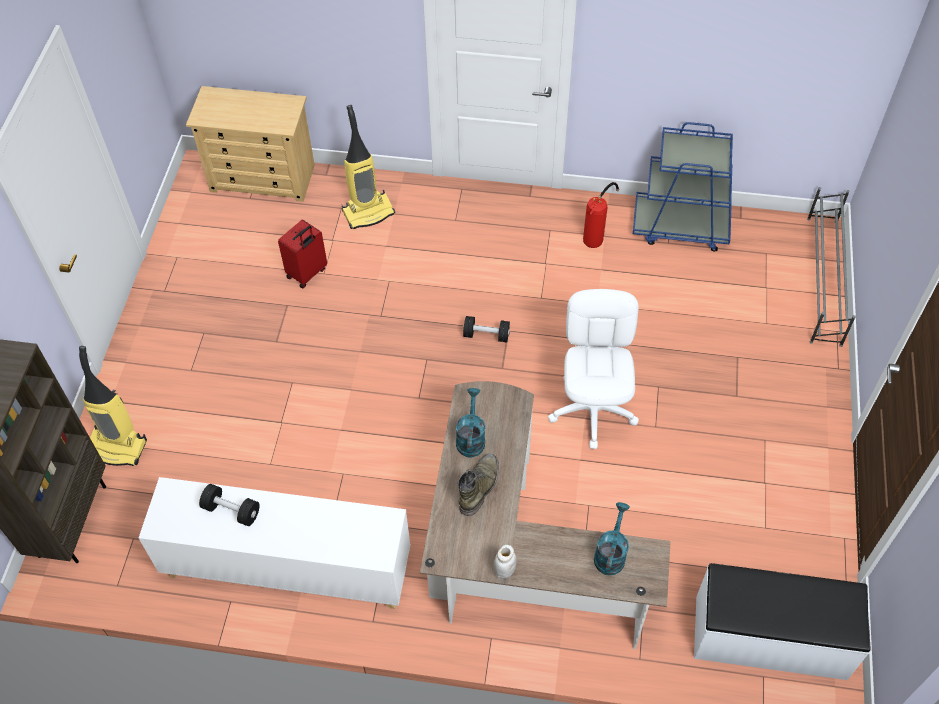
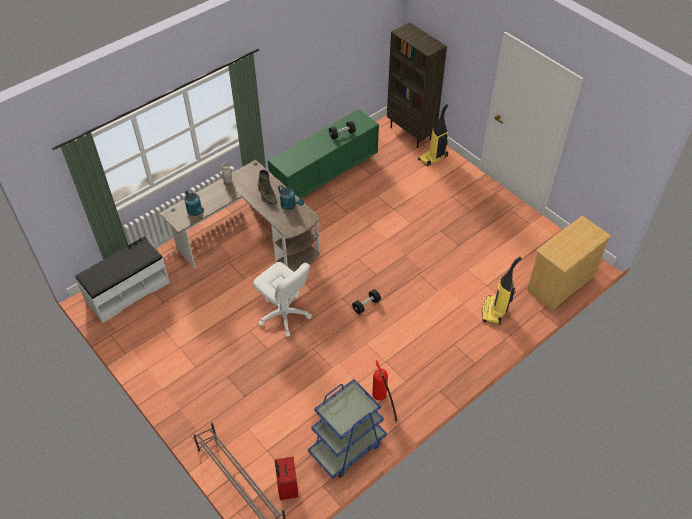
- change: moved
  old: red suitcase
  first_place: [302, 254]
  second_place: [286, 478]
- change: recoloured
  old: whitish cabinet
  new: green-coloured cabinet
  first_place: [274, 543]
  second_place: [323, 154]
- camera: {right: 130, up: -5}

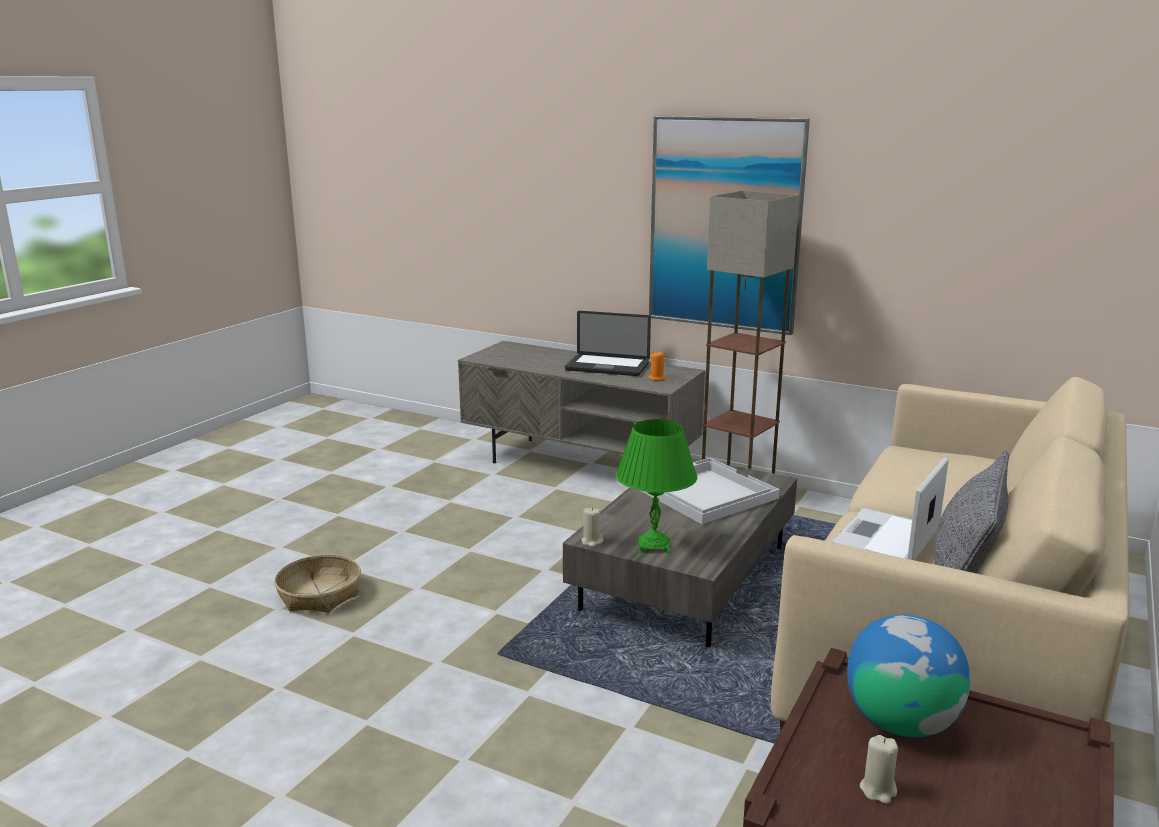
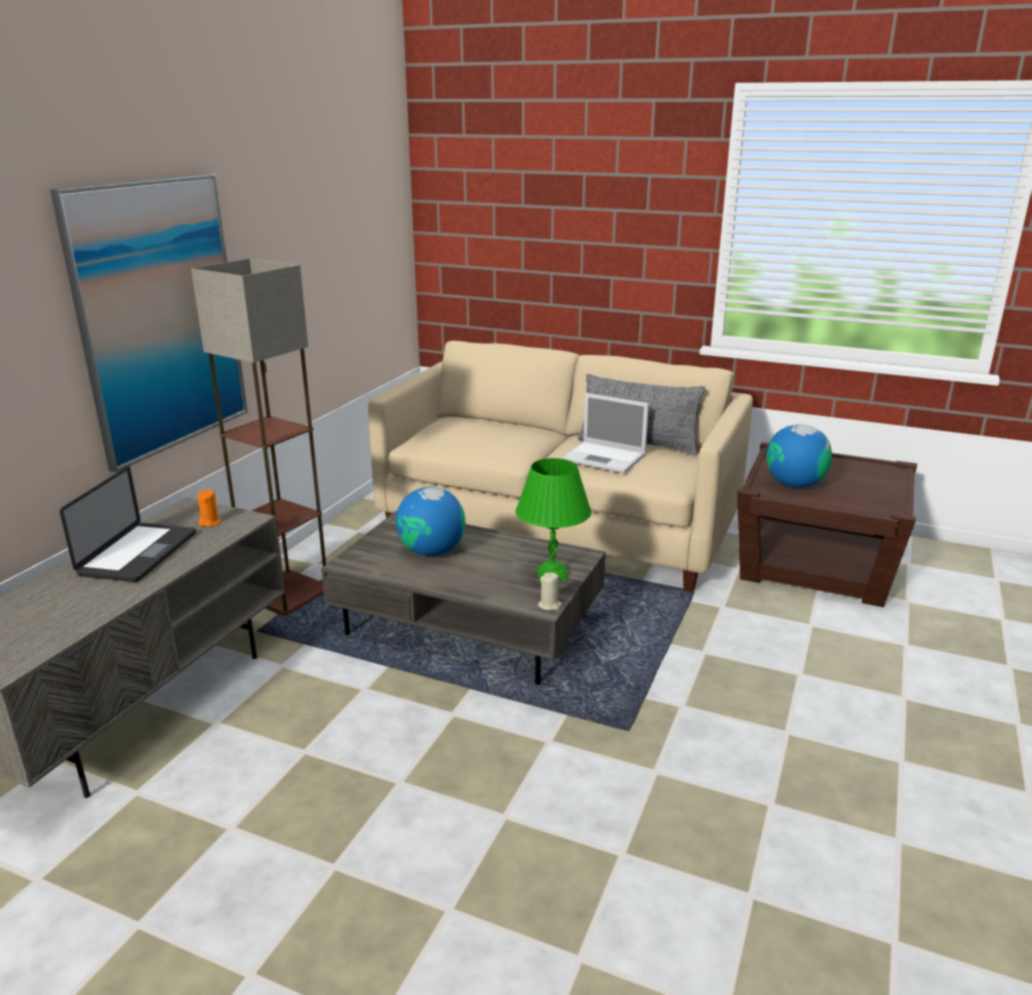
- change: removed
  old: household basket
  first_place: [317, 584]
- change: removed
  old: beige-coloured candle
  first_place: [879, 769]
- change: replaced
  old: whitish serving tray
  new: world globe
  first_place: [710, 491]
  second_place: [430, 521]
- camera: {right: -95, up: 5}

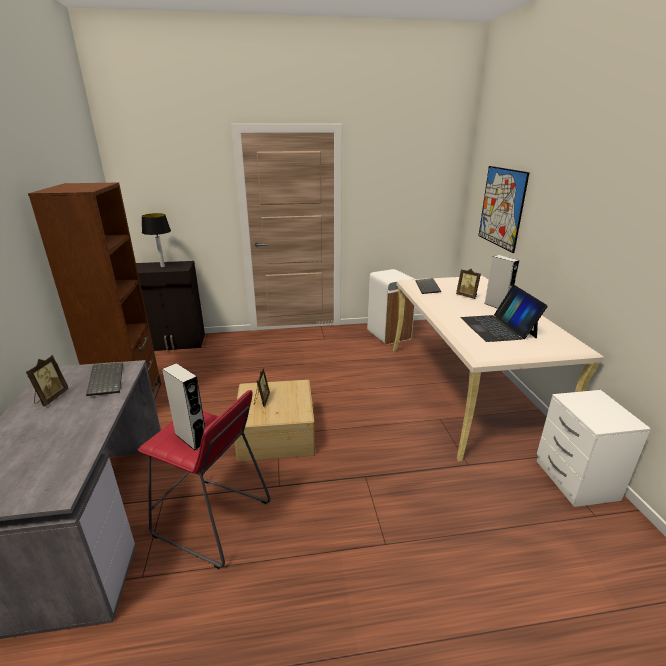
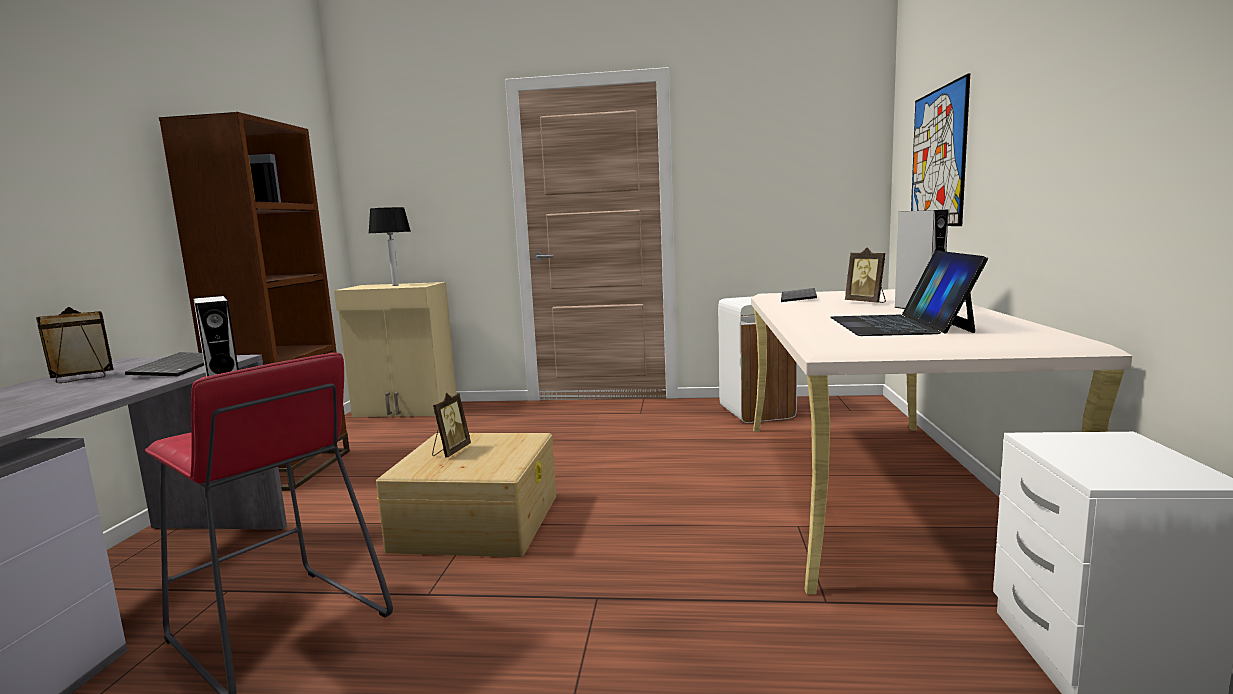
- change: recoloured
  old: black cabinet
  new: beige-coloured cabinet
  first_place: [170, 306]
  second_place: [395, 349]
- change: turned
  old: picture frame
  first_place: [47, 380]
  second_place: [75, 345]
  degrees: -150
- camera: {right: 15, up: -15}

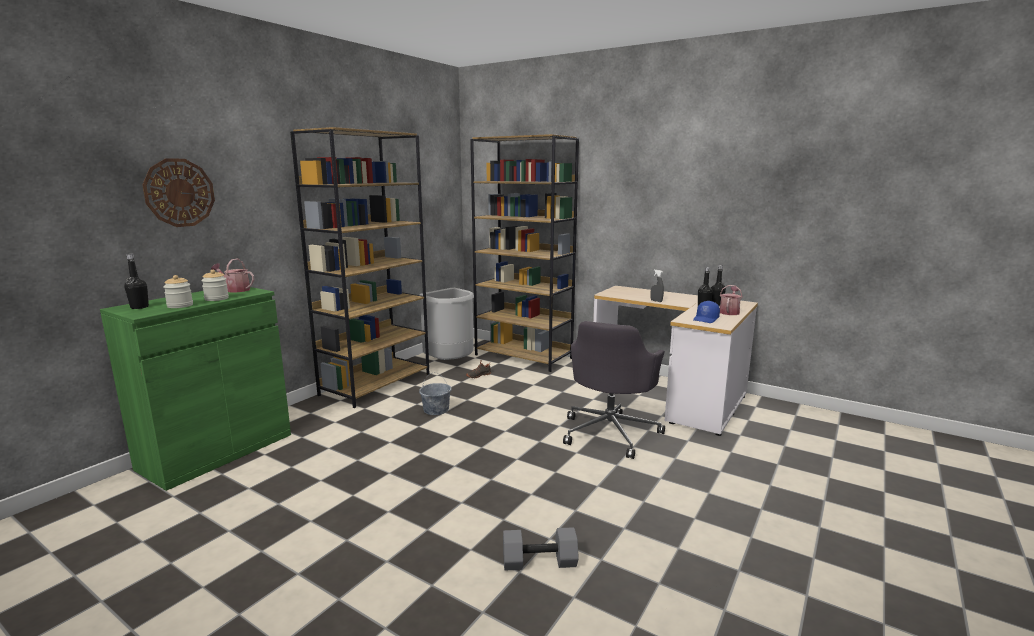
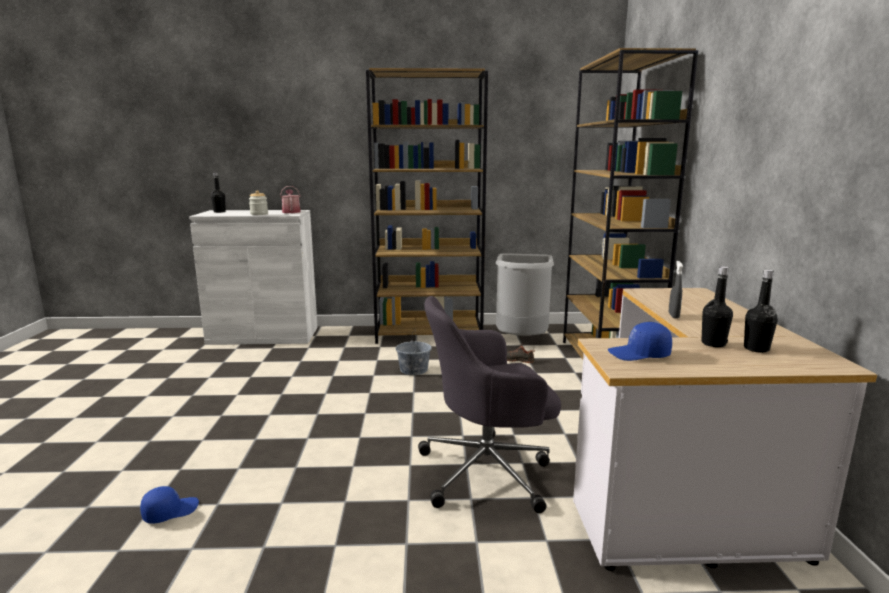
- change: removed
  old: hanging clock
  first_place: [178, 192]
- change: removed
  old: preserve jar
  first_place: [178, 291]
- change: removed
  old: watering can
  first_place: [731, 300]
- change: replaced
  old: gray dumbbell
  new: blue-coloured cap
  first_place: [541, 549]
  second_place: [169, 504]
- change: recoloured
  old: green-coloured cabinet
  new: whitish cabinet
  first_place: [195, 389]
  second_place: [253, 277]
- camera: {right: 55, up: 0}

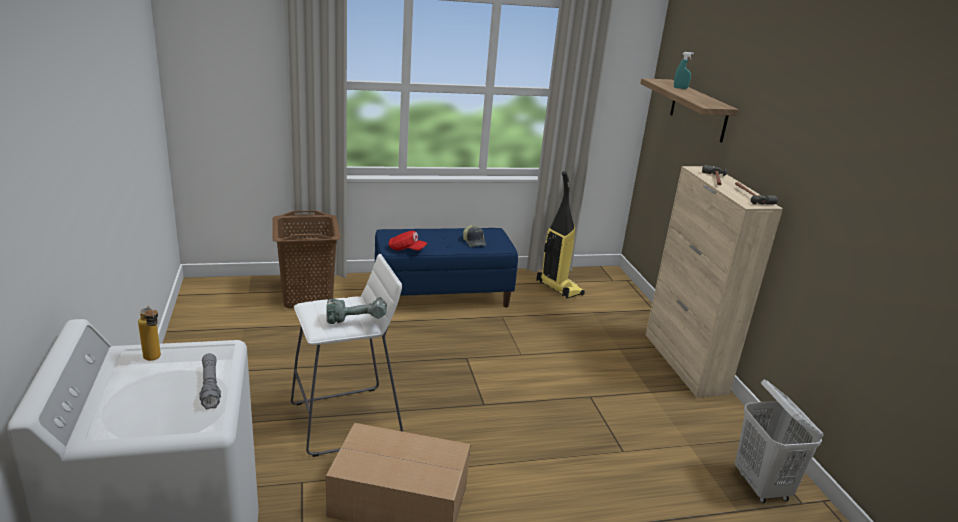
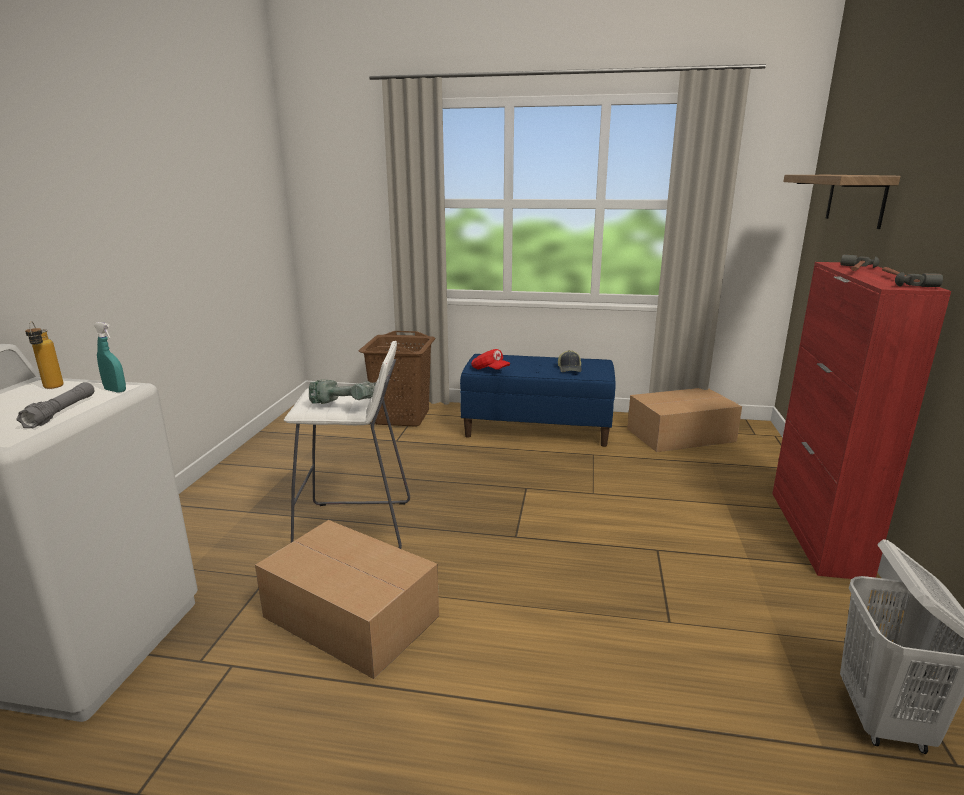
- change: moved
  old: blue-green sprayer
  first_place: [684, 70]
  second_place: [109, 357]
- change: replaced
  old: vacuum
  new: packing box
  first_place: [560, 234]
  second_place: [684, 420]
- change: recoloured
  old: beige-coloured cabinet
  new: red cabinet
  first_place: [714, 281]
  second_place: [861, 420]
- camera: {right: 25, up: -5}

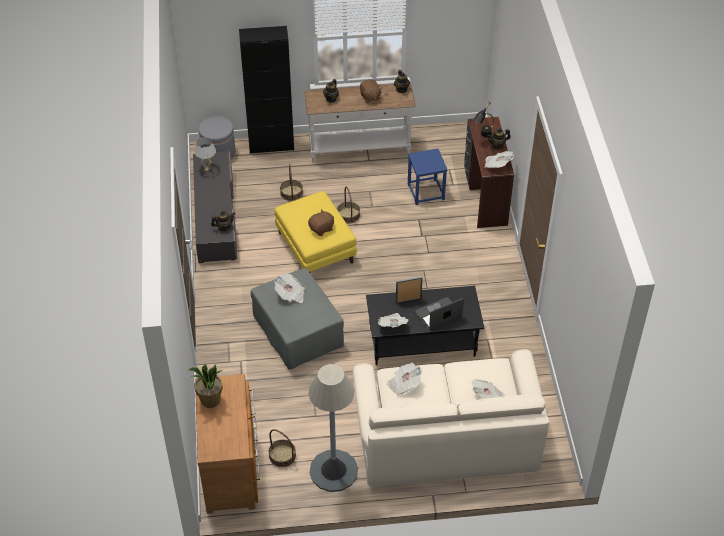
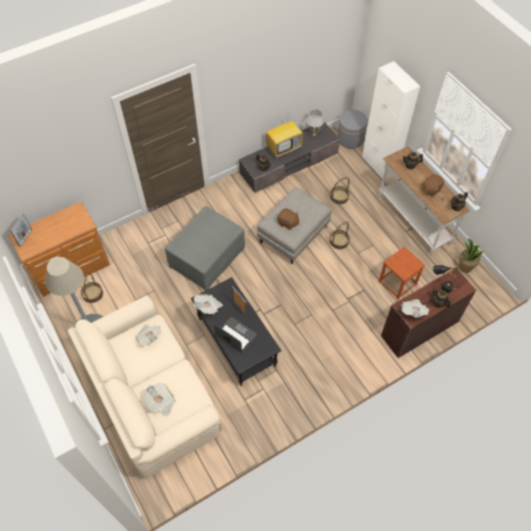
- change: removed
  old: daily paper
  first_place: [289, 288]
- change: added
  new: picture frame
  second_place: [21, 230]
- change: added
  new: TV
  second_place: [284, 138]
- change: moved
  old: plant in a pot
  first_place: [205, 386]
  second_place: [471, 256]
- change: recoloured
  old: black cabinet
  new: whitish cabinet
  first_place: [266, 90]
  second_place: [391, 120]
- change: recoloured
  old: yellow-coloured pouffe
  new: gray pouffe
  first_place: [315, 232]
  second_place: [294, 225]
- change: recoloured
  old: blue-coloured stool
  new: brown stool
  first_place: [427, 176]
  second_place: [402, 273]
- camera: {right: 65, up: 10}

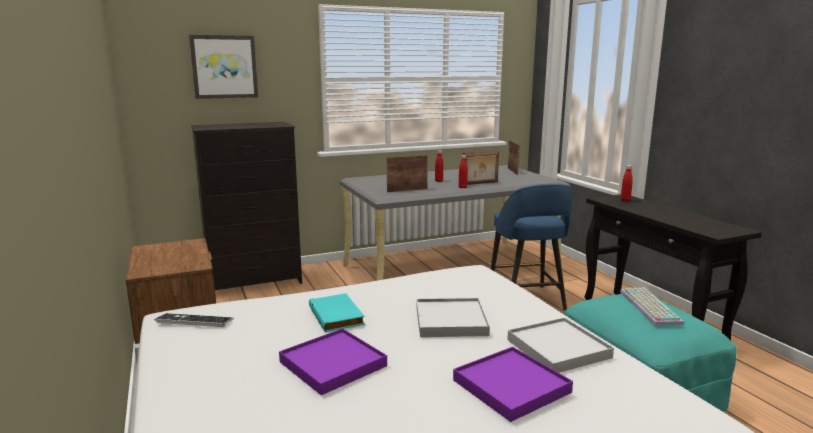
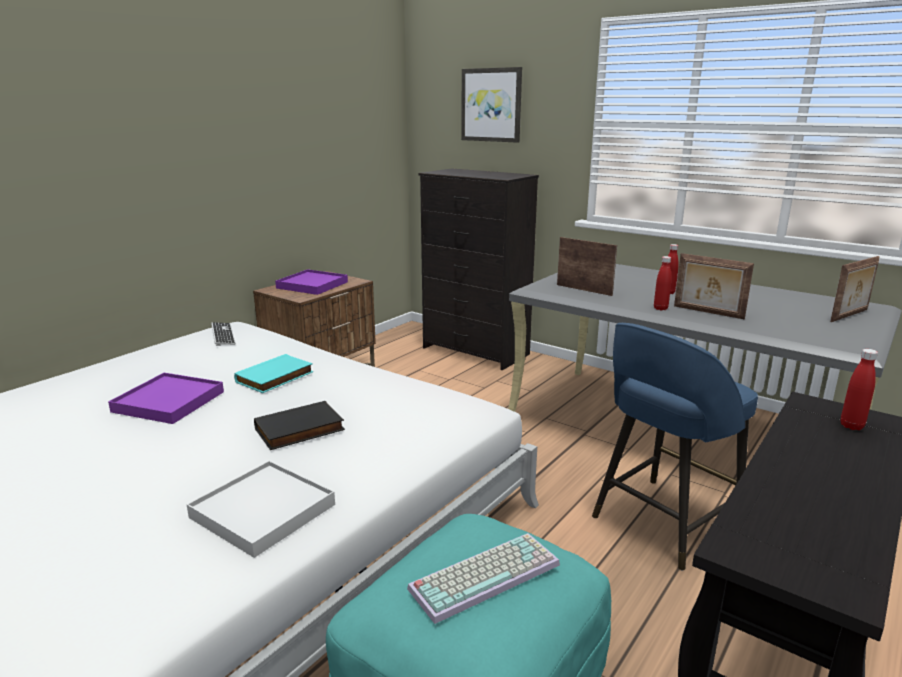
- change: moved
  old: purple-coloured serving tray
  first_place: [513, 384]
  second_place: [311, 282]
- change: replaced
  old: whitish serving tray
  new: black bound book
  first_place: [453, 317]
  second_place: [299, 425]
- camera: {right: 60, up: 5}

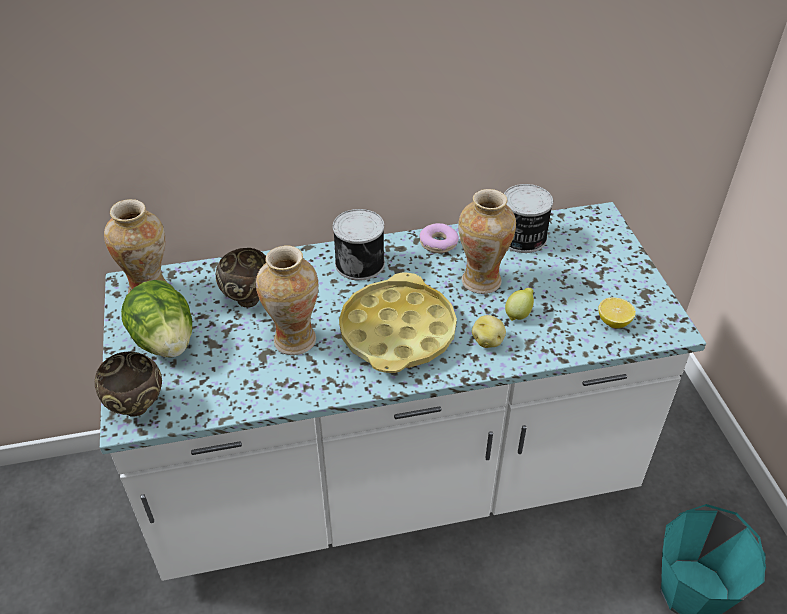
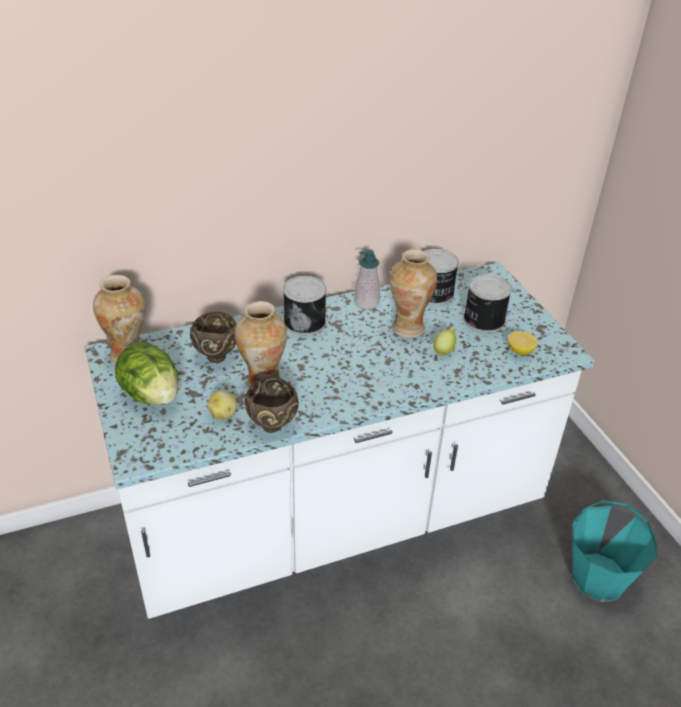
- change: removed
  old: yellow-coloured serving tray
  first_place: [398, 322]
- change: added
  new: sealed can
  second_place: [488, 303]
- change: moved
  old: brown deep dish
  first_place: [128, 384]
  second_place: [272, 405]
- change: moved
  old: whole potato
  first_place: [489, 331]
  second_place: [222, 405]
- change: replaced
  old: doughnut
  new: soap bottle
  first_place: [439, 238]
  second_place: [367, 279]
- camera: {right: -10, up: -5}

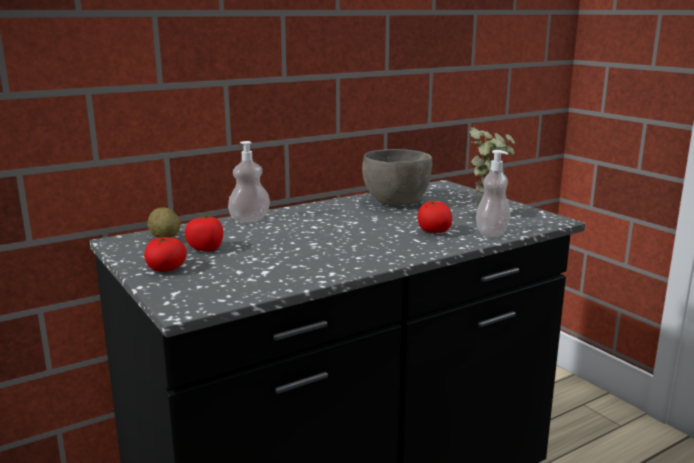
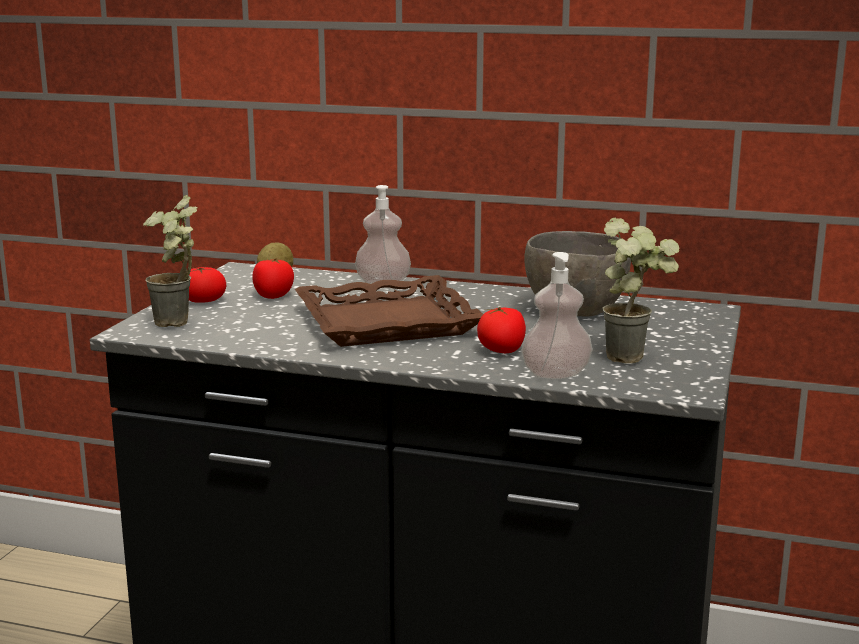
- change: added
  new: plant in a pot
  second_place: [170, 261]
- change: added
  new: brown serving tray
  second_place: [389, 311]
- camera: {right: 50, up: 0}

